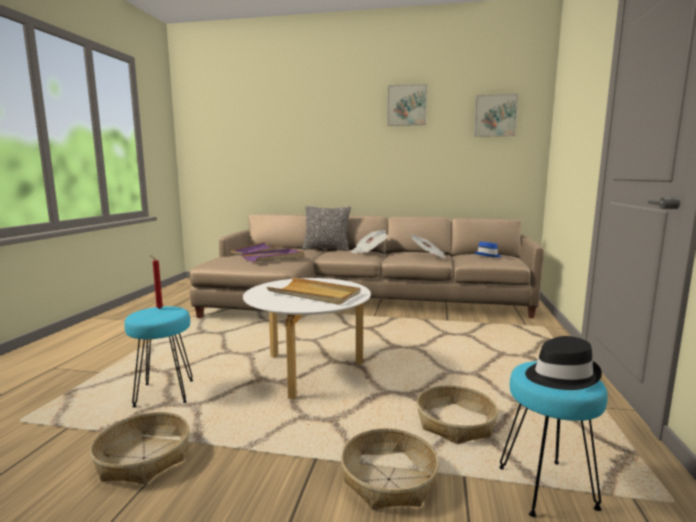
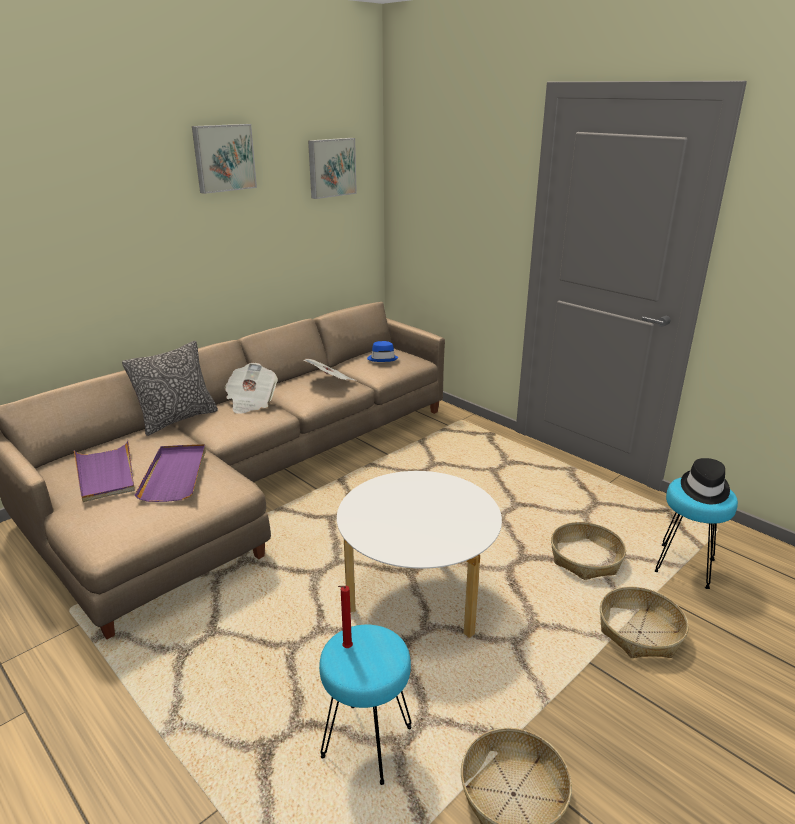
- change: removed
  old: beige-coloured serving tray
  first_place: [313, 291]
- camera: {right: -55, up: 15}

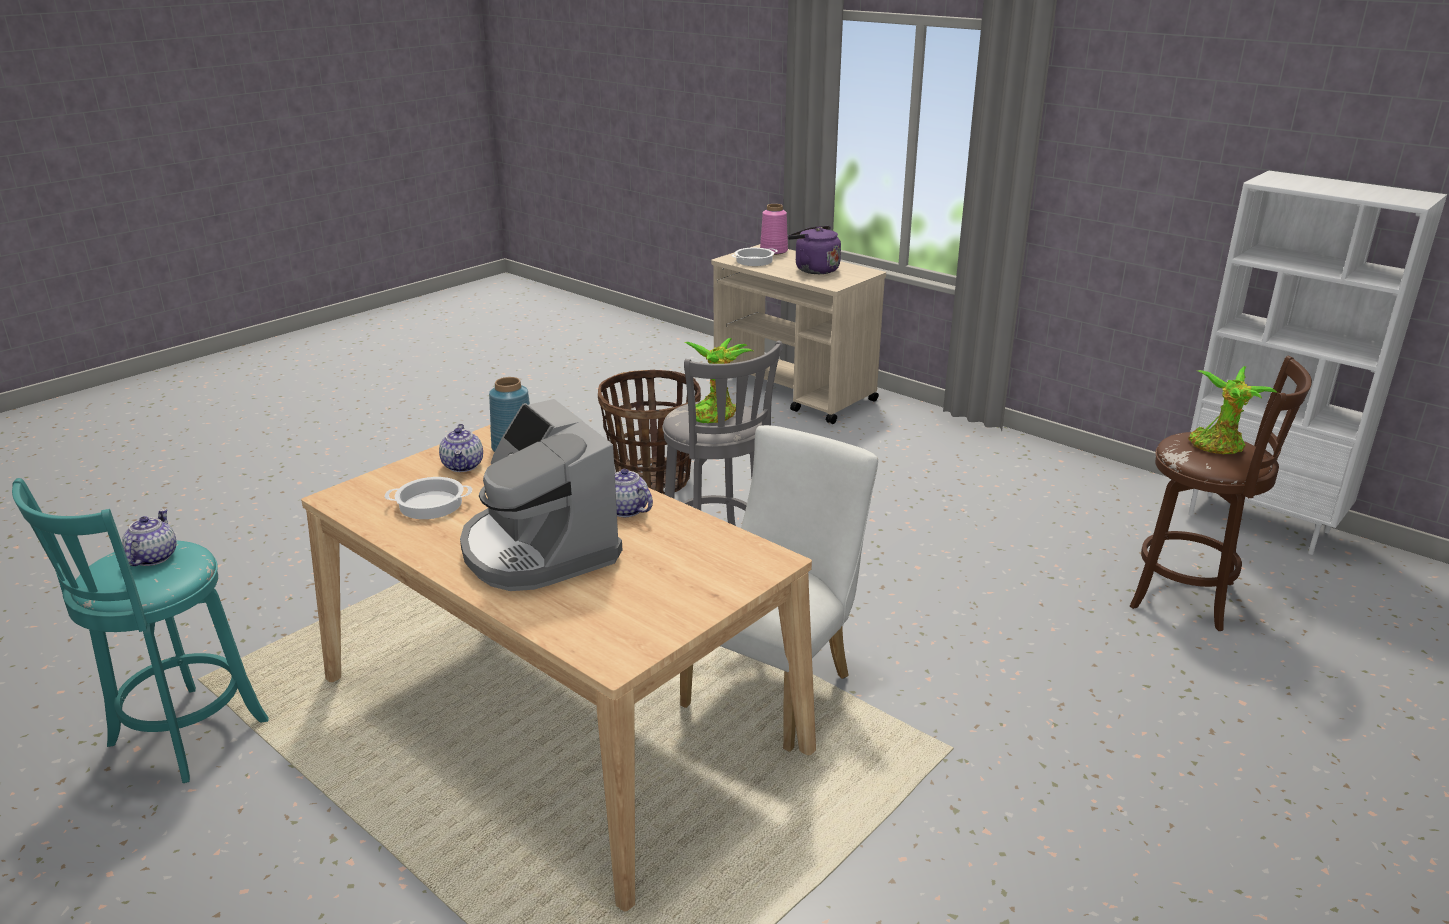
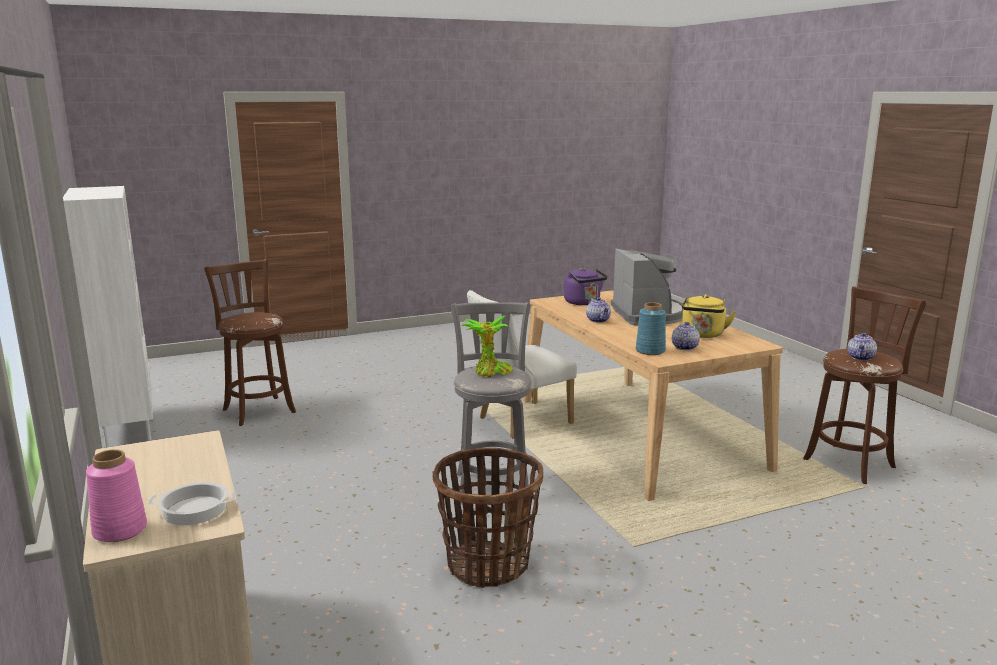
- change: removed
  old: plant in a pot
  first_place: [1233, 410]
- change: moved
  old: purple-coloured kettle
  first_place: [814, 250]
  second_place: [586, 286]
- change: replaced
  old: stockpot
  new: yellow-coloured kettle
  first_place: [428, 498]
  second_place: [709, 316]
- change: recoloured
  old: blue-green stool
  new: brown stool
  first_place: [140, 630]
  second_place: [864, 385]
- camera: {right: -155, up: -10}

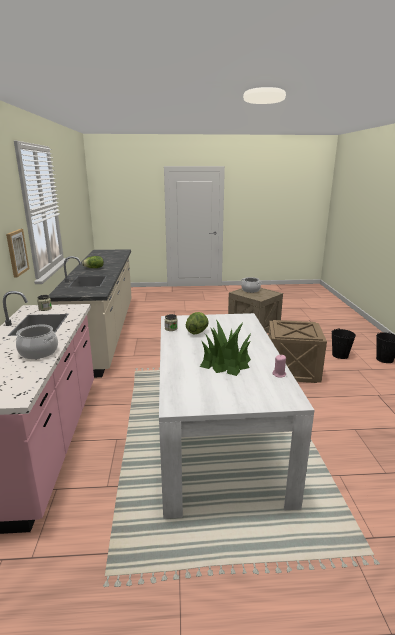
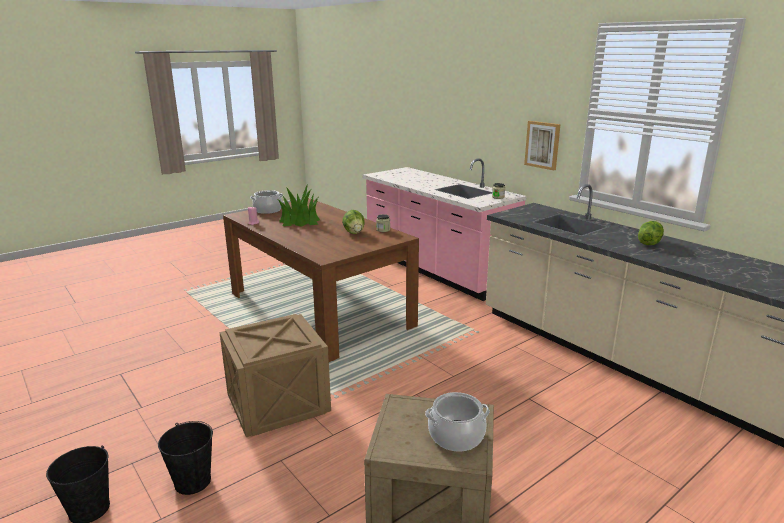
- change: moved
  old: stockpot
  first_place: [37, 341]
  second_place: [266, 202]
- change: recoloured
  old: whitish kitchen table
  new: brown kitchen table
  first_place: [236, 416]
  second_place: [321, 280]
- camera: {right: 145, up: 0}

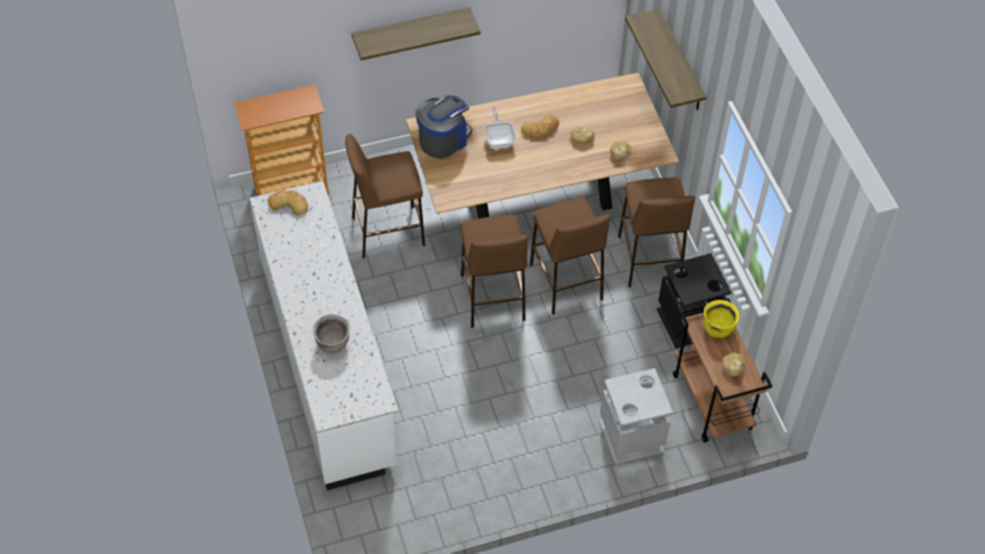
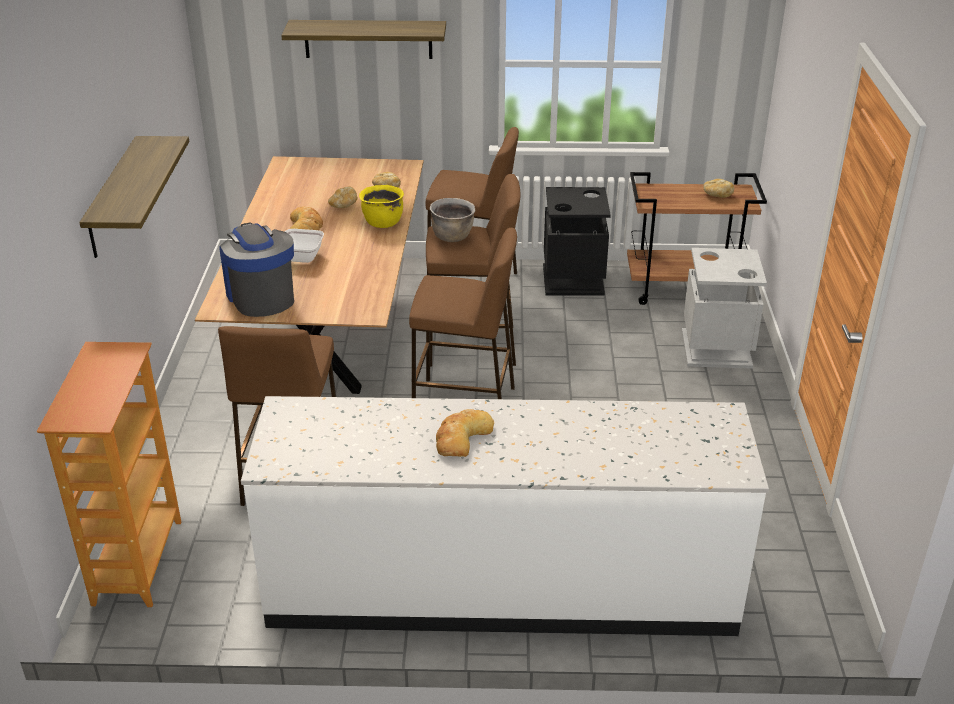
- change: moved
  old: bread
  first_place: [288, 202]
  second_place: [465, 433]
- change: moved
  old: brown stockpot
  first_place: [331, 333]
  second_place: [452, 220]
- change: moved
  old: yellow-coloured stockpot
  first_place: [722, 319]
  second_place: [381, 206]
- camera: {right: -70, up: -20}

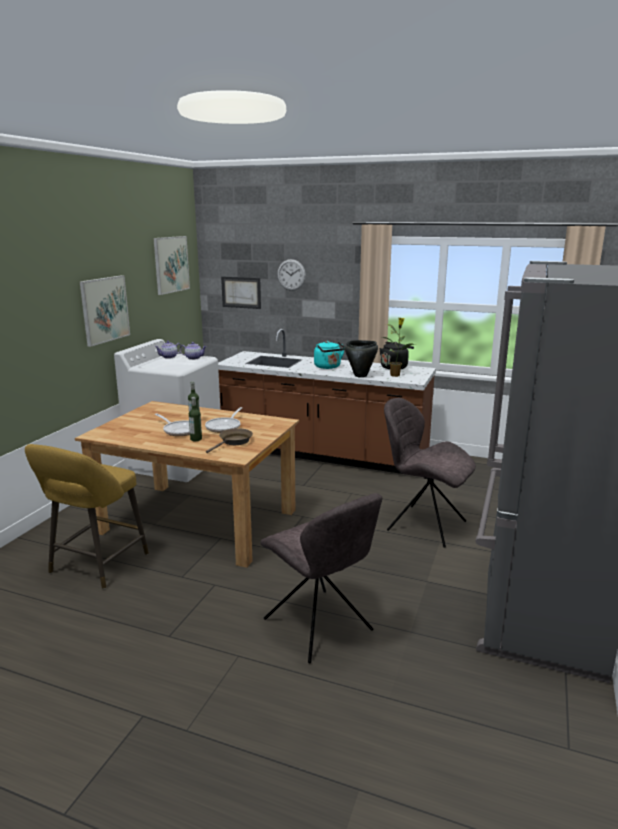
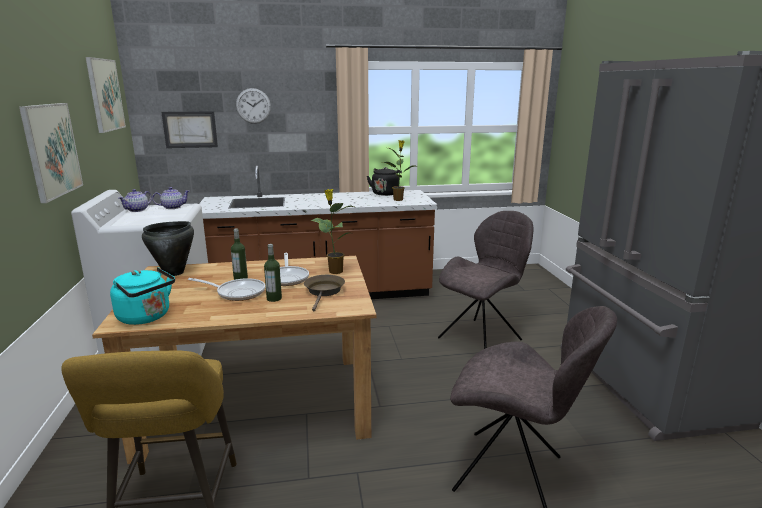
- change: added
  new: plant in a pot
  second_place: [332, 231]
- change: moved
  old: blue-green kettle
  first_place: [329, 355]
  second_place: [142, 296]
- change: moved
  old: black stockpot
  first_place: [361, 358]
  second_place: [168, 248]
- change: turned
  old: gray chair
  first_place: [430, 473]
  second_place: [485, 280]
  degrees: 135
- camera: {right: -30, up: 0}

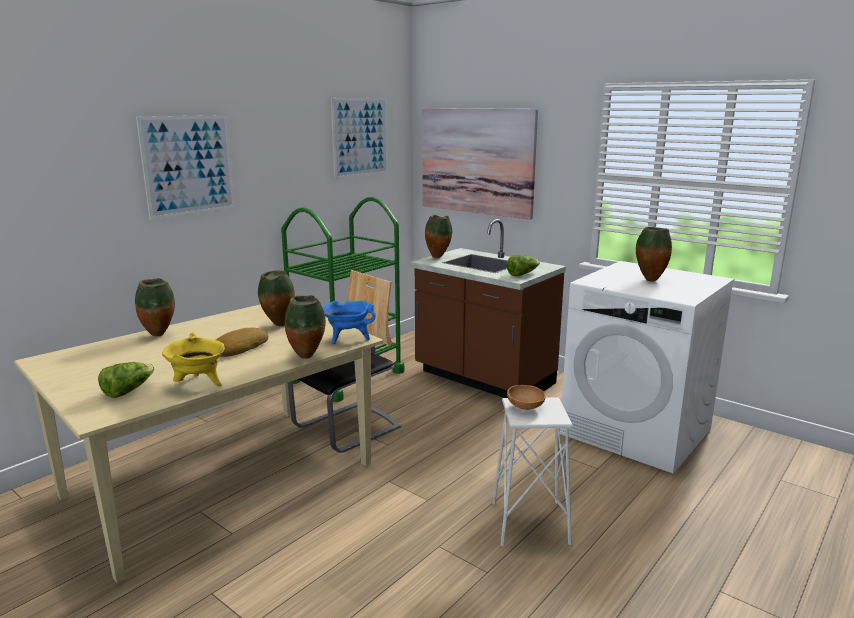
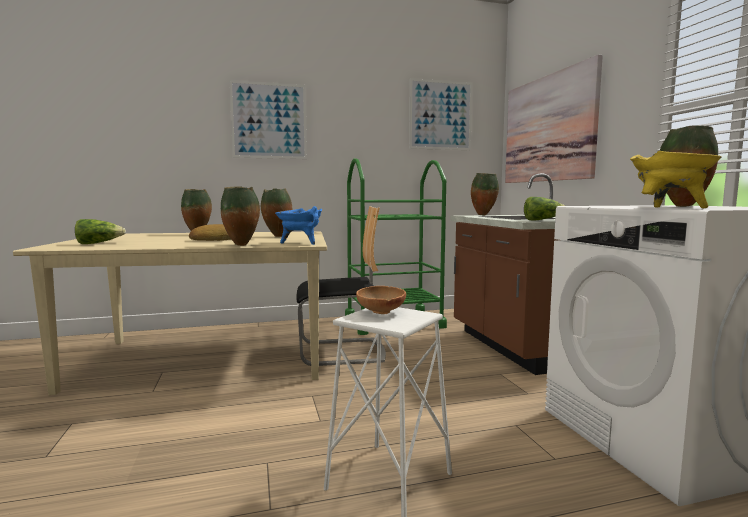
- change: moved
  old: yellow-coloured stockpot
  first_place: [193, 359]
  second_place: [676, 179]
- camera: {right: 35, up: -10}

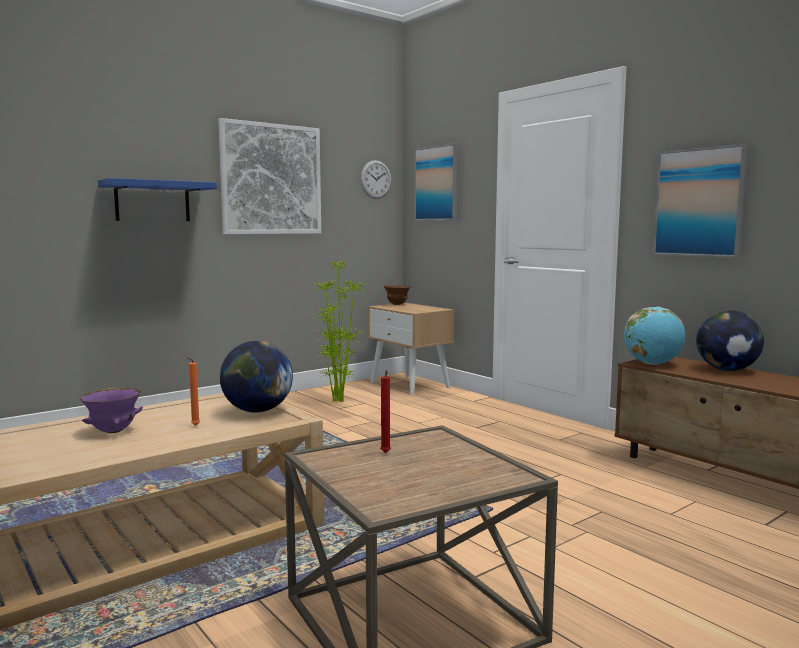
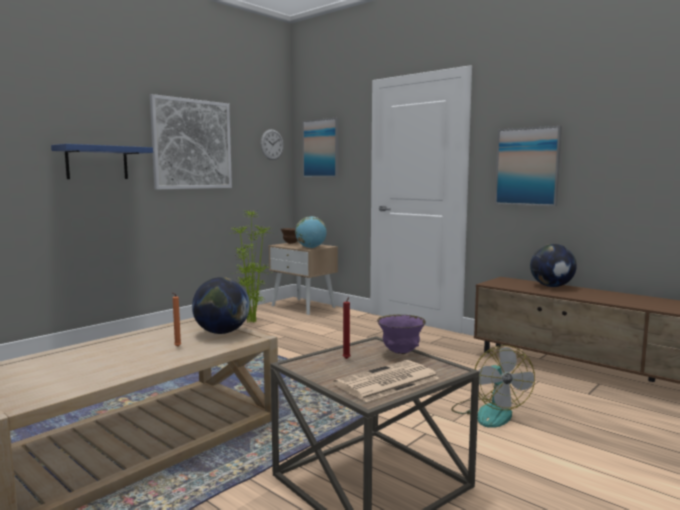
- change: added
  new: daily paper
  second_place: [387, 381]
- change: added
  new: cooling fan
  second_place: [493, 386]
- change: moved
  old: purple-coloured deep dish
  first_place: [111, 410]
  second_place: [401, 334]
- change: moved
  old: world globe
  first_place: [654, 336]
  second_place: [311, 232]
- camera: {right: -10, up: 0}

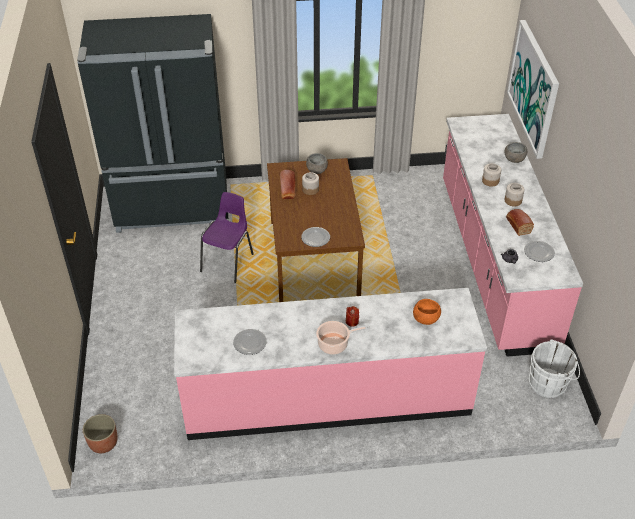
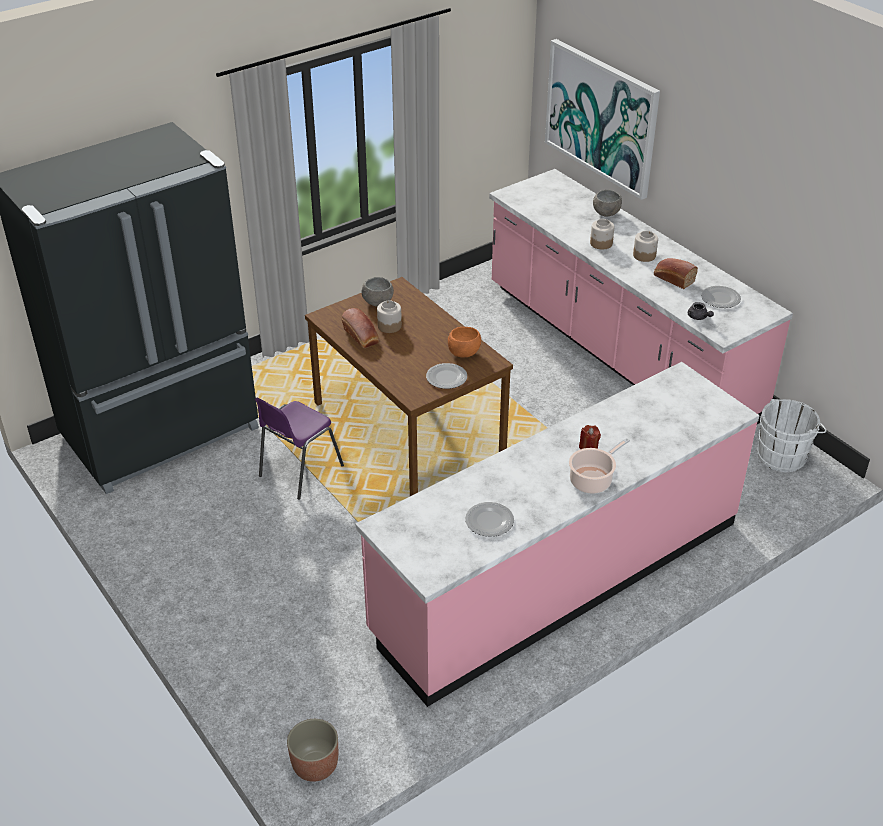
- change: moved
  old: orange-coloured deep dish
  first_place: [427, 312]
  second_place: [464, 342]
- change: turned
  old: purple-coloured chair
  first_place: [227, 237]
  second_place: [299, 448]
  degrees: -135
- camera: {right: -30, up: -5}

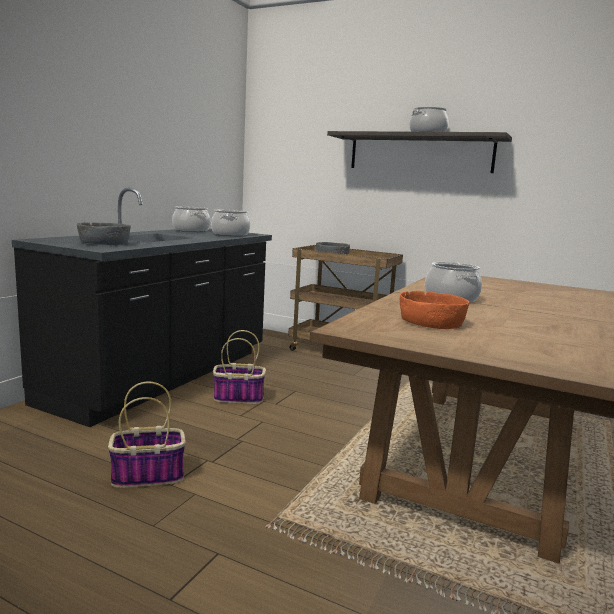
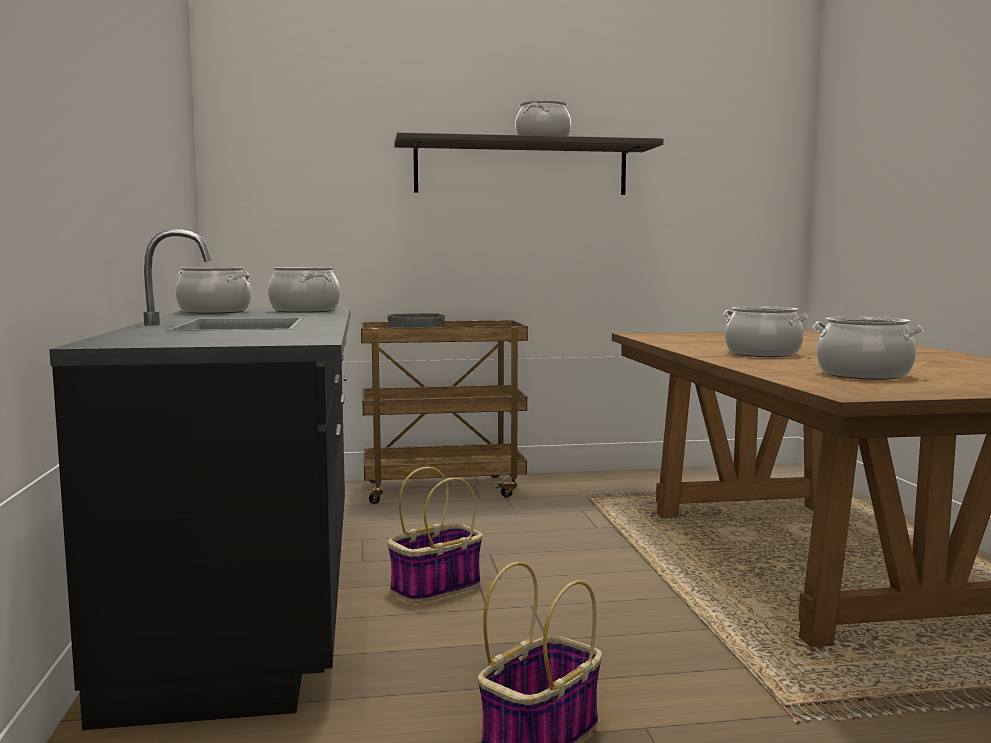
- change: removed
  old: gray deep dish
  first_place: [104, 233]
- change: replaced
  old: orange-coloured deep dish
  new: stockpot
  first_place: [435, 310]
  second_place: [868, 348]
- camera: {right: -35, up: -5}

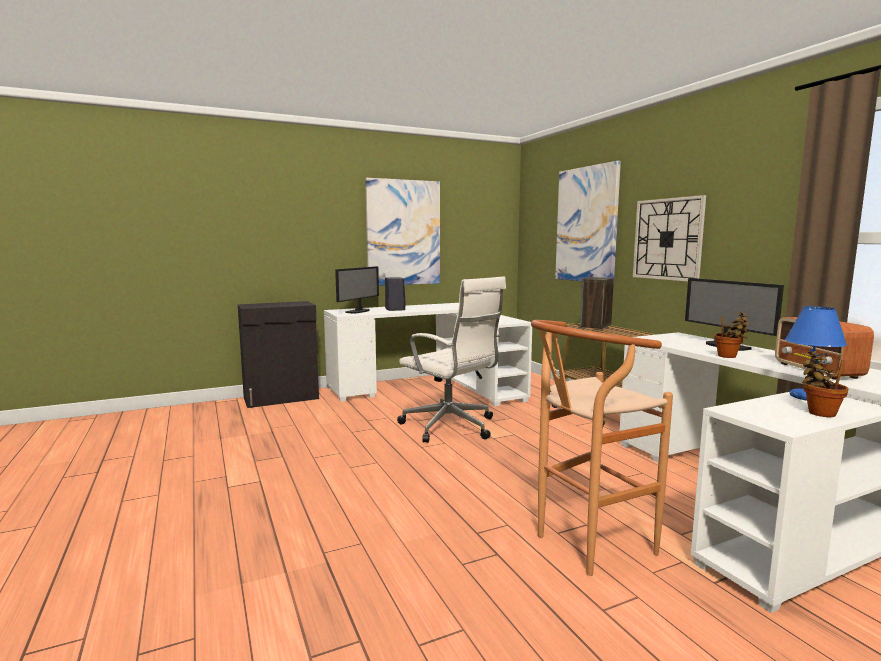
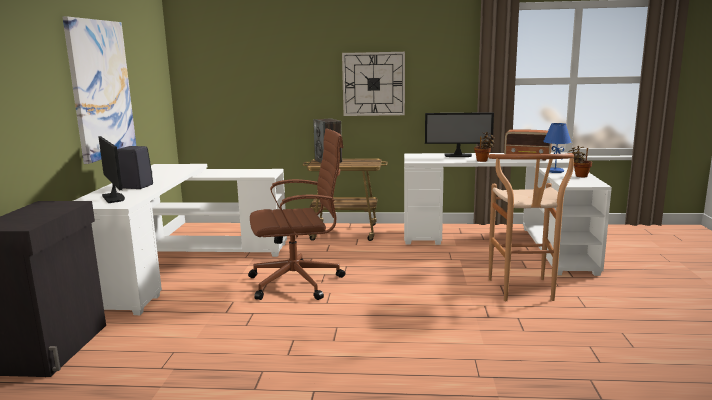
- change: removed
  old: wall picture
  first_place: [588, 221]
- change: recoloured
  old: whitish computer chair
  new: brown computer chair
  first_place: [451, 359]
  second_place: [296, 214]
- camera: {right: -60, up: 5}

